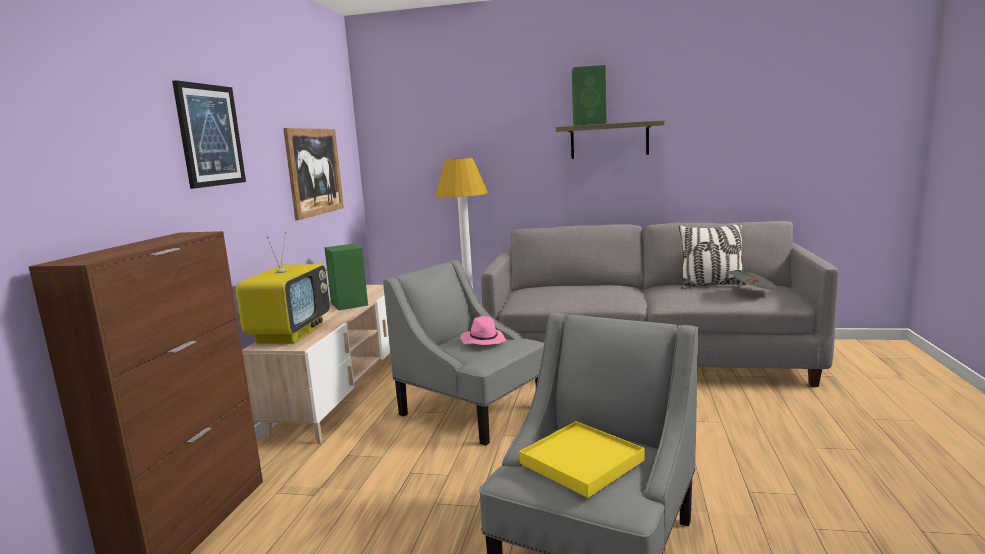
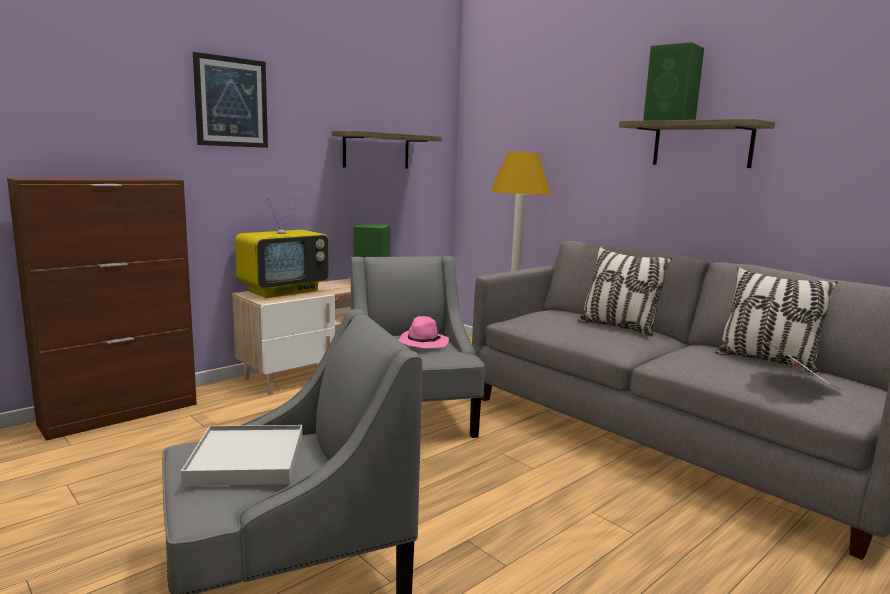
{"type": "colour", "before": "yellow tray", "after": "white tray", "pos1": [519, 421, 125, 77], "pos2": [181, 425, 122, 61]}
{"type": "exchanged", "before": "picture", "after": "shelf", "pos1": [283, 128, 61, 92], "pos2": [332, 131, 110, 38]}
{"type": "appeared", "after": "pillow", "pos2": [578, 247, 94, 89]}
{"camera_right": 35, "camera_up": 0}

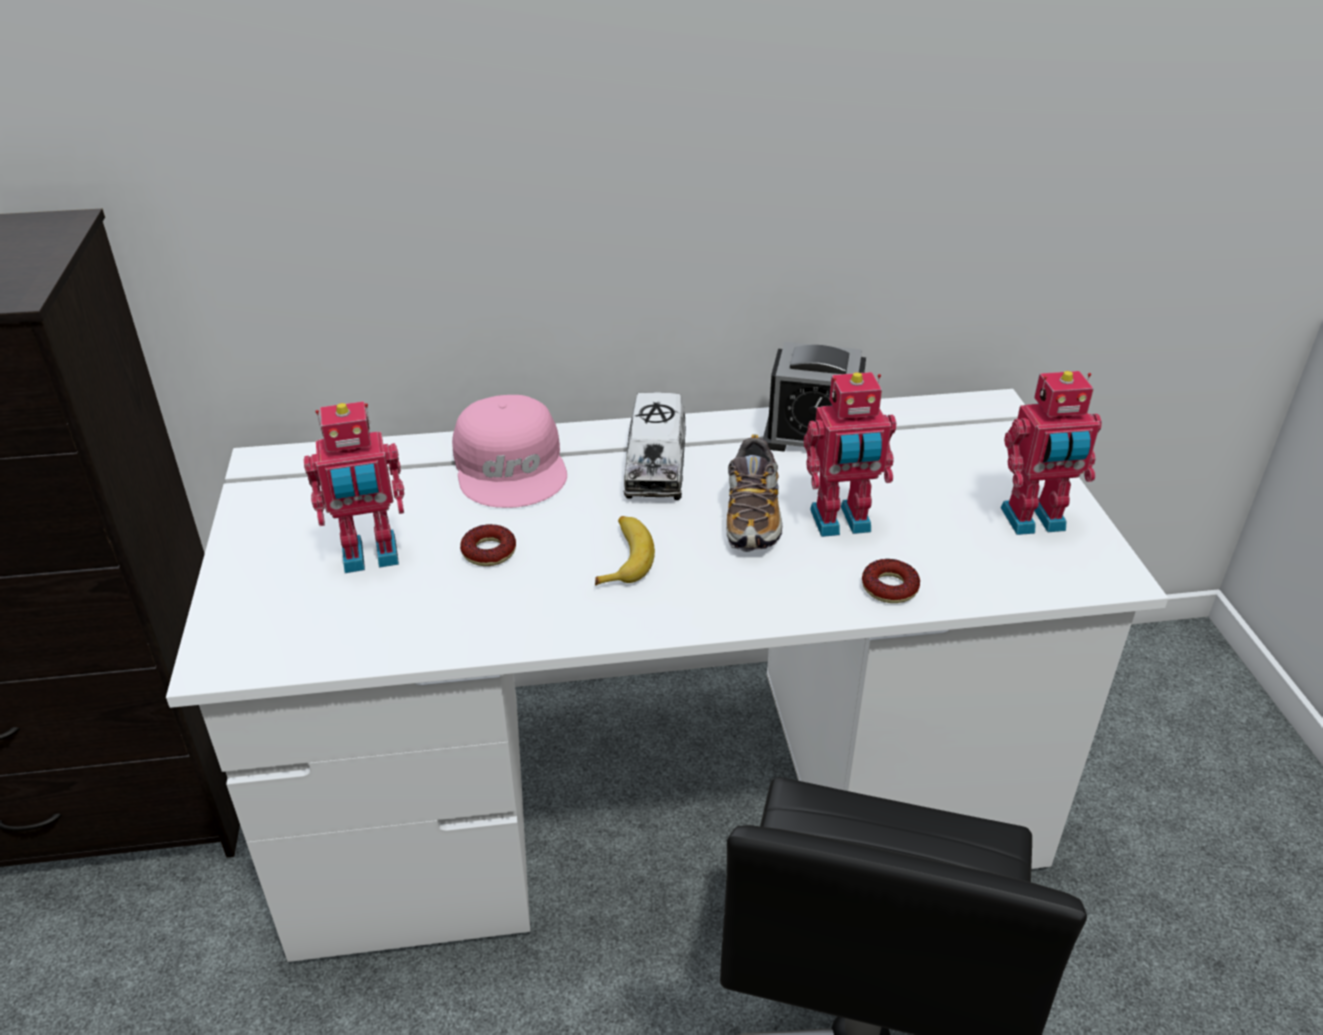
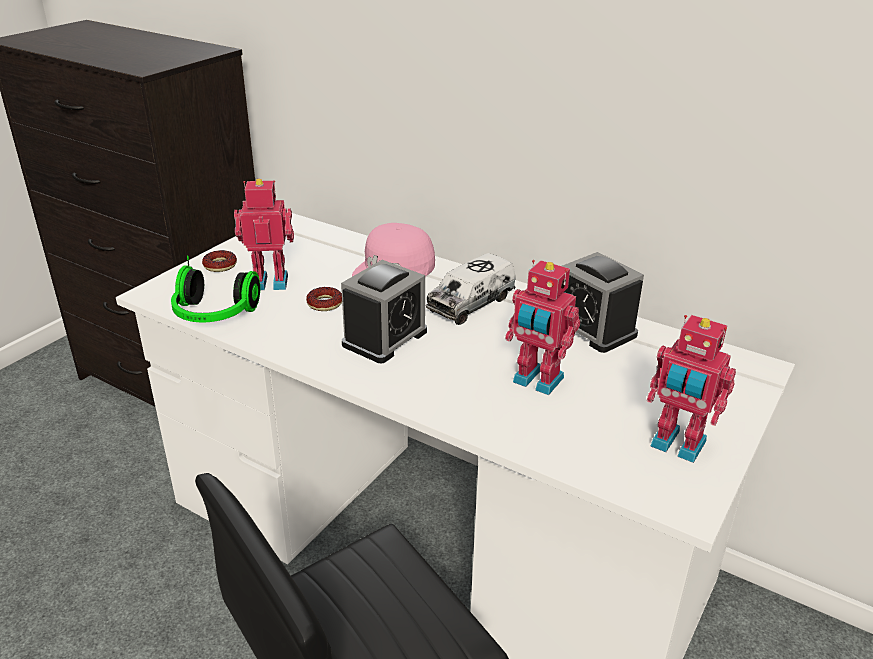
{"type": "appeared", "after": "headphones", "pos2": [171, 256, 89, 66]}
{"type": "relocated", "before": "donut", "pos1": [862, 559, 58, 44], "pos2": [202, 250, 35, 22]}
{"type": "spun", "before": "toy robot", "pos1": [304, 401, 100, 172], "pos2": [234, 179, 60, 111], "turn": 150}
{"type": "exchanged", "before": "banana", "after": "alarm clock", "pos1": [595, 516, 60, 70], "pos2": [341, 260, 86, 103]}
{"type": "missing", "before": "shoe", "pos1": [726, 434, 57, 118]}
{"camera_right": 40, "camera_up": -5}

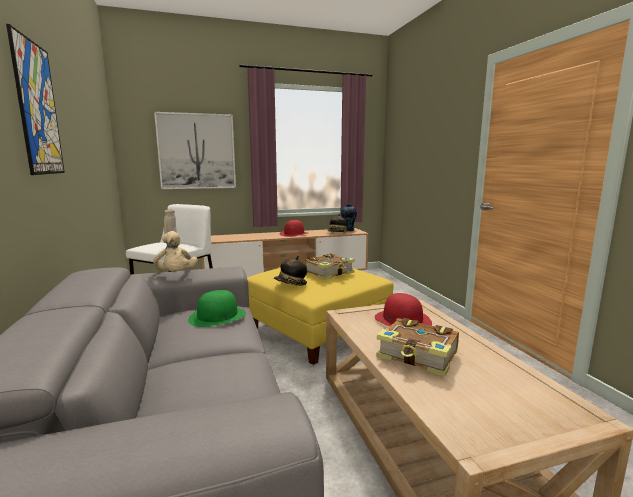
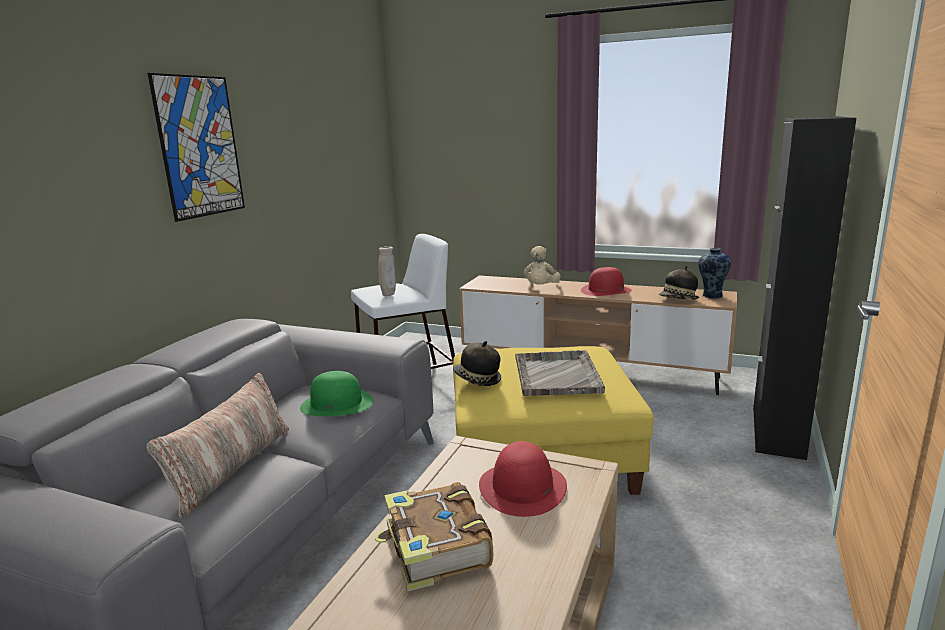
{"type": "appeared", "after": "pillow", "pos2": [147, 373, 142, 145]}
{"type": "exchanged", "before": "book", "after": "grey tray", "pos1": [304, 254, 51, 26], "pos2": [515, 350, 90, 46]}
{"type": "relocated", "before": "beige plush toy", "pos1": [153, 231, 45, 41], "pos2": [524, 246, 37, 39]}
{"type": "appeared", "after": "black cabinet", "pos2": [753, 116, 103, 344]}
{"type": "missing", "before": "picture", "pos1": [154, 112, 82, 77]}
{"camera_right": 40, "camera_up": 5}

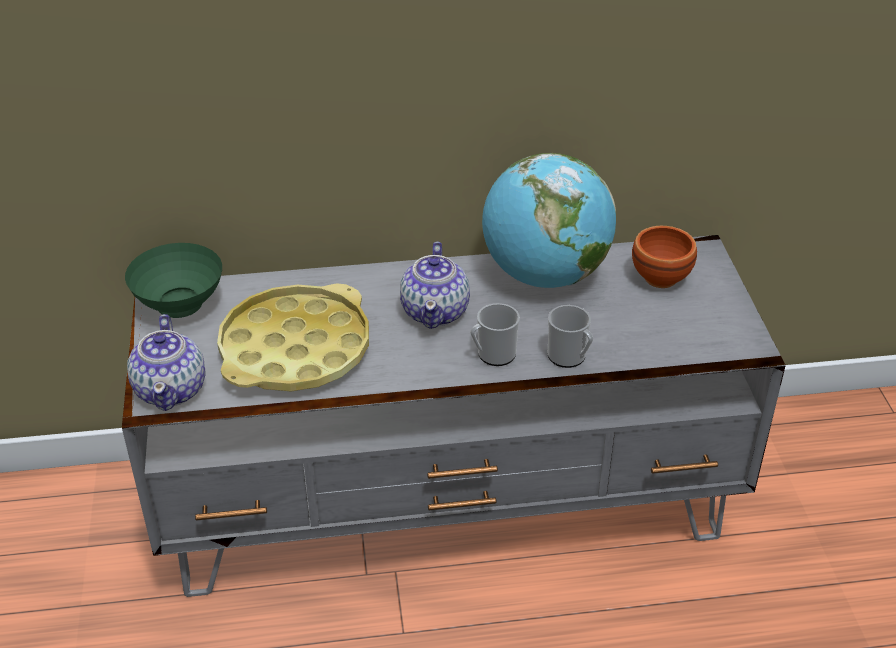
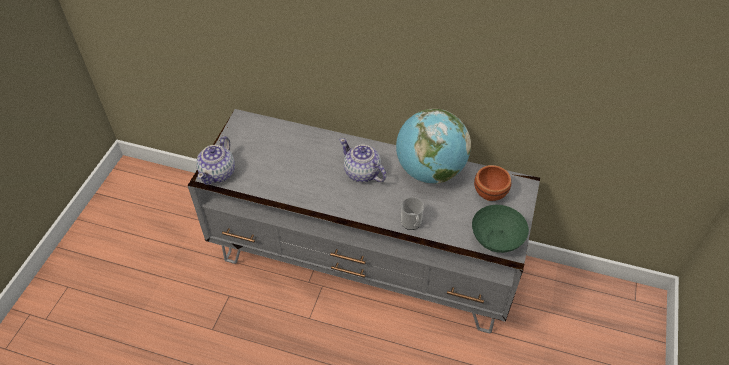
{"type": "spun", "before": "teapot", "pos1": [400, 242, 70, 87], "pos2": [340, 138, 47, 44], "turn": 105}
{"type": "relocated", "before": "green bowl", "pos1": [125, 243, 97, 75], "pos2": [472, 205, 57, 48]}
{"type": "missing", "before": "yellow tray", "pos1": [217, 283, 152, 108]}
{"type": "missing", "before": "mug", "pos1": [470, 303, 50, 63]}
{"camera_right": 25, "camera_up": 10}

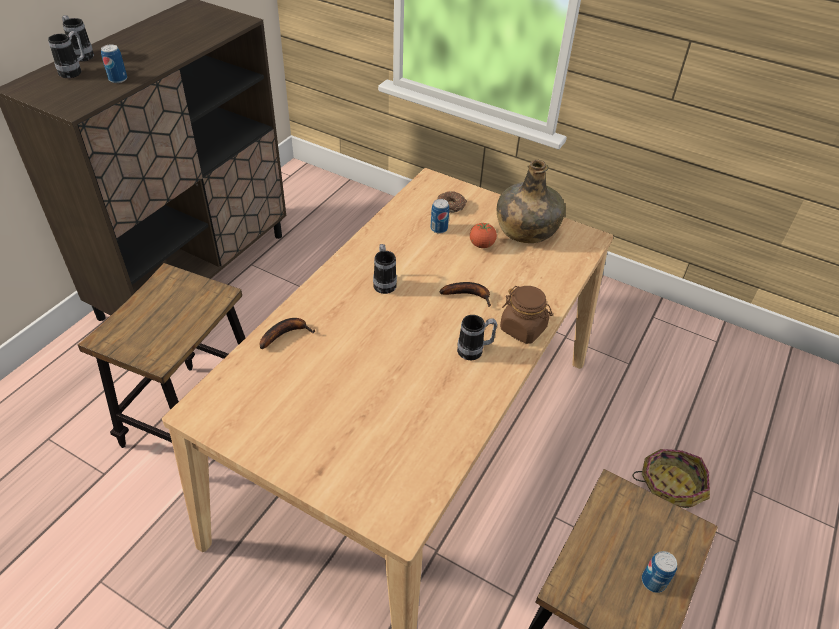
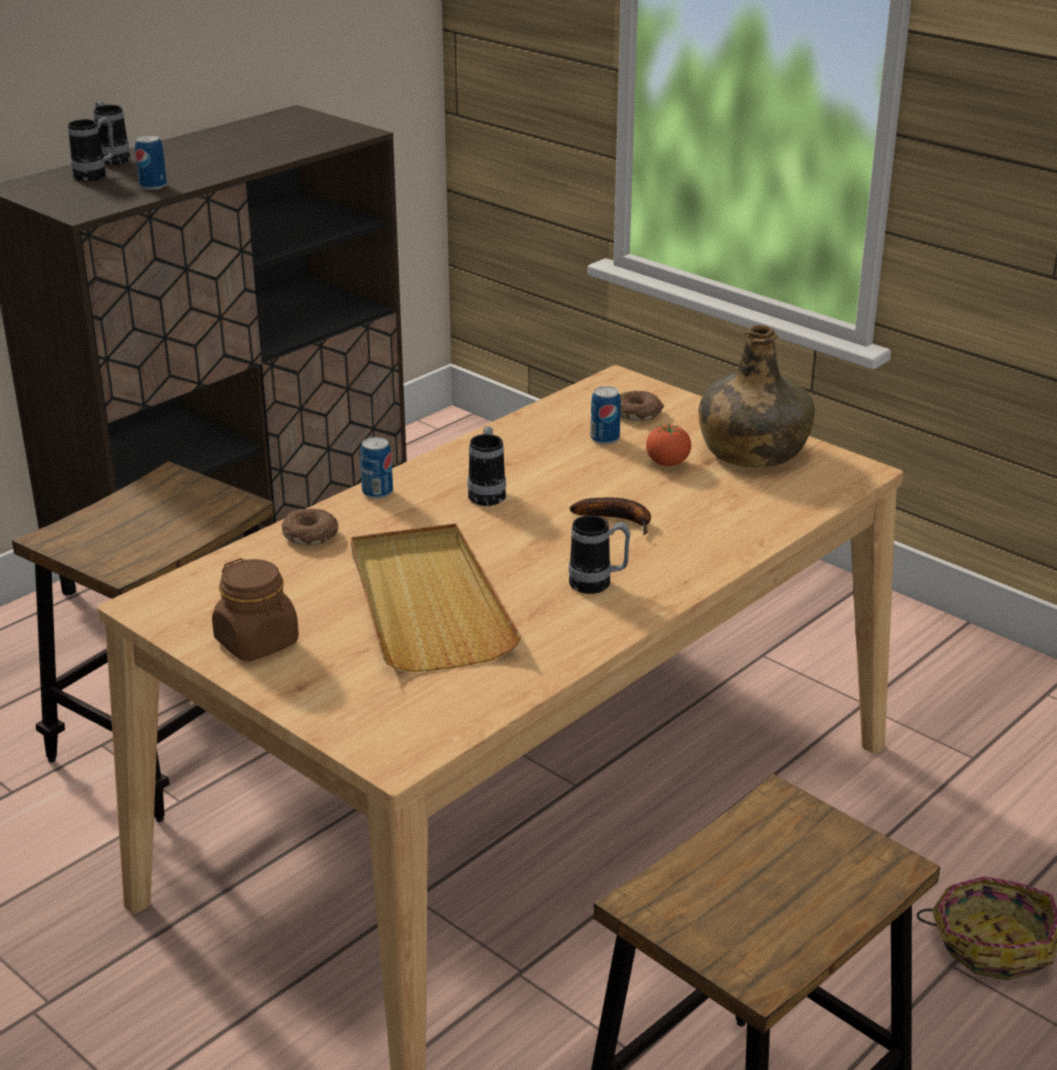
{"type": "relocated", "before": "brown jar", "pos1": [500, 286, 53, 58], "pos2": [212, 558, 87, 103]}
{"type": "exchanged", "before": "banana", "after": "donut", "pos1": [260, 318, 55, 31], "pos2": [282, 508, 56, 38]}
{"type": "appeared", "after": "beige tray", "pos2": [351, 523, 170, 149]}
{"type": "relocated", "before": "can", "pos1": [642, 551, 35, 42], "pos2": [360, 437, 33, 62]}
{"camera_right": 15, "camera_up": -15}

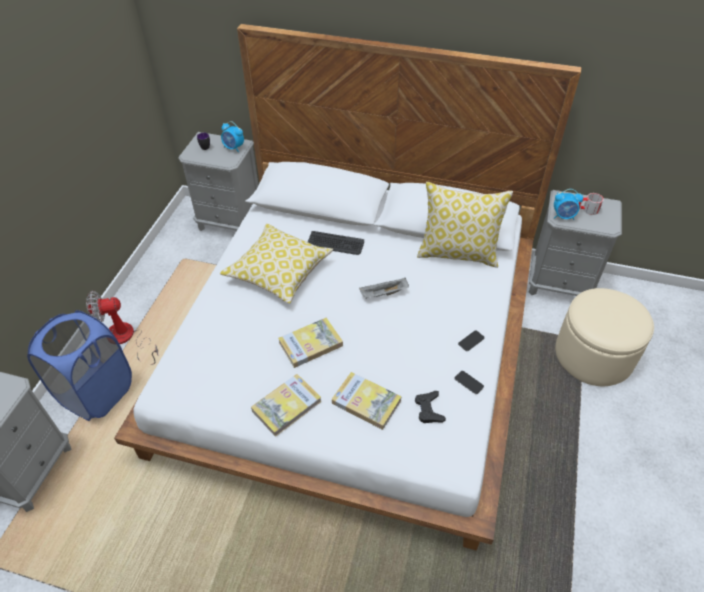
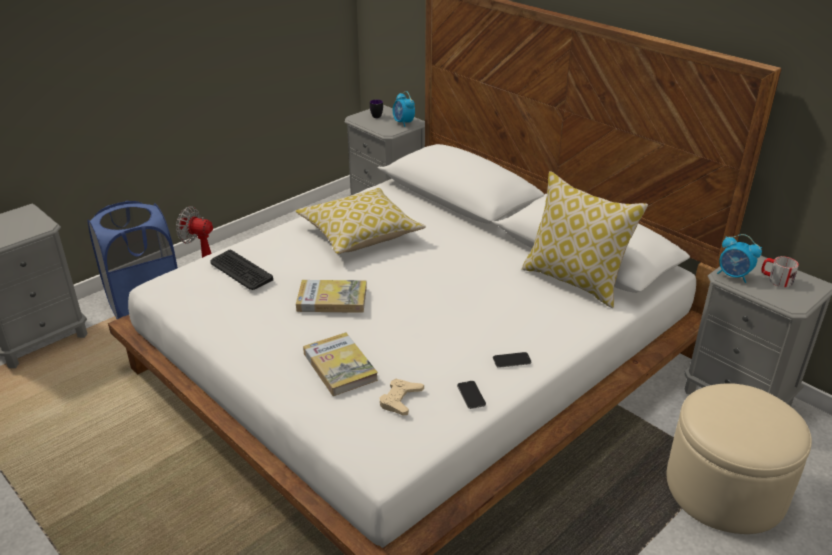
{"type": "relocated", "before": "keyboard", "pos1": [308, 231, 56, 24], "pos2": [210, 250, 63, 40]}
{"type": "colour", "before": "black game controller", "after": "beige game controller", "pos1": [415, 391, 31, 32], "pos2": [380, 379, 44, 36]}
{"type": "missing", "before": "book", "pos1": [251, 374, 71, 63]}
{"type": "missing", "before": "grey tray", "pos1": [359, 277, 50, 22]}
{"camera_right": 30, "camera_up": -15}

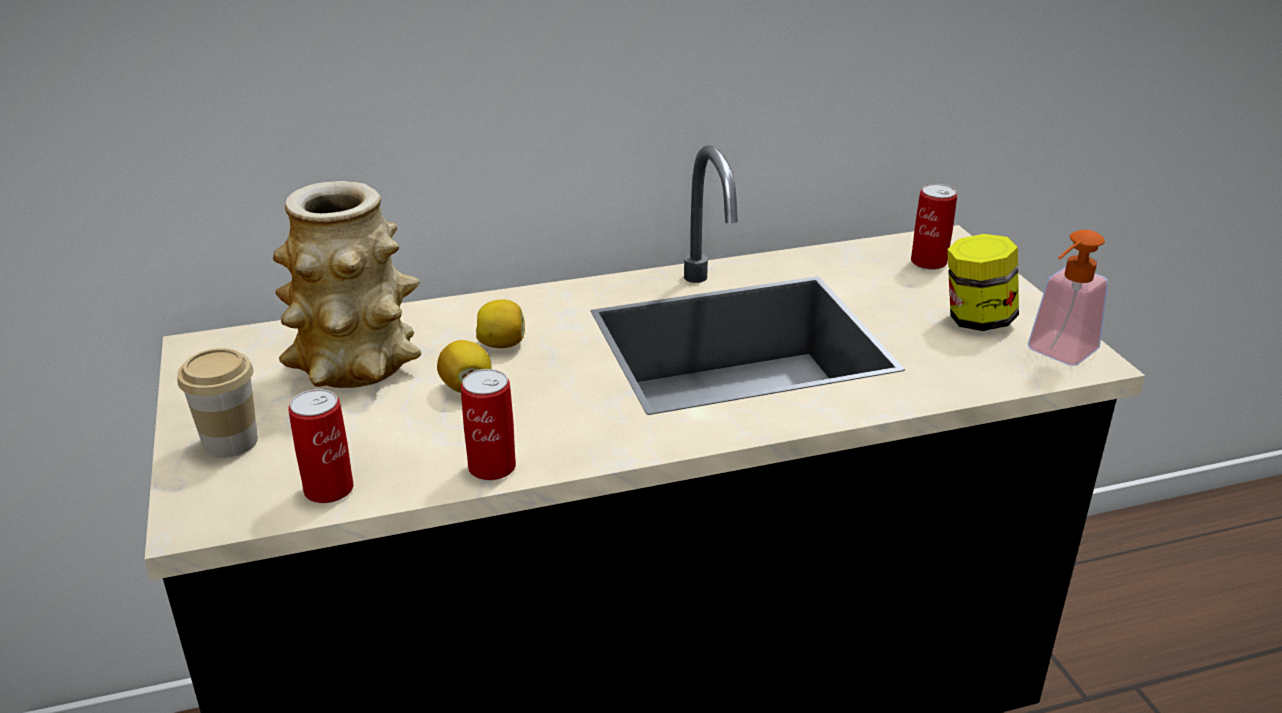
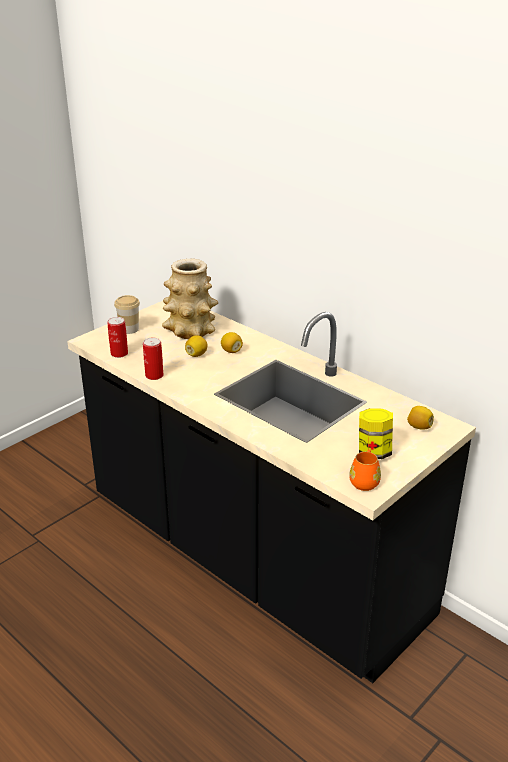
{"type": "exchanged", "before": "soap dispenser", "after": "orange mug", "pos1": [1028, 230, 80, 136], "pos2": [349, 450, 32, 41]}
{"type": "exchanged", "before": "can", "after": "lemon", "pos1": [911, 184, 46, 86], "pos2": [407, 406, 27, 24]}
{"camera_right": 60, "camera_up": 0}

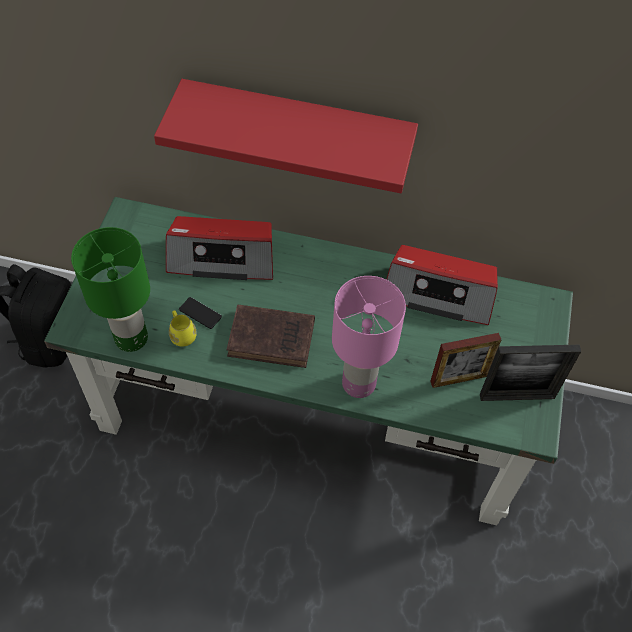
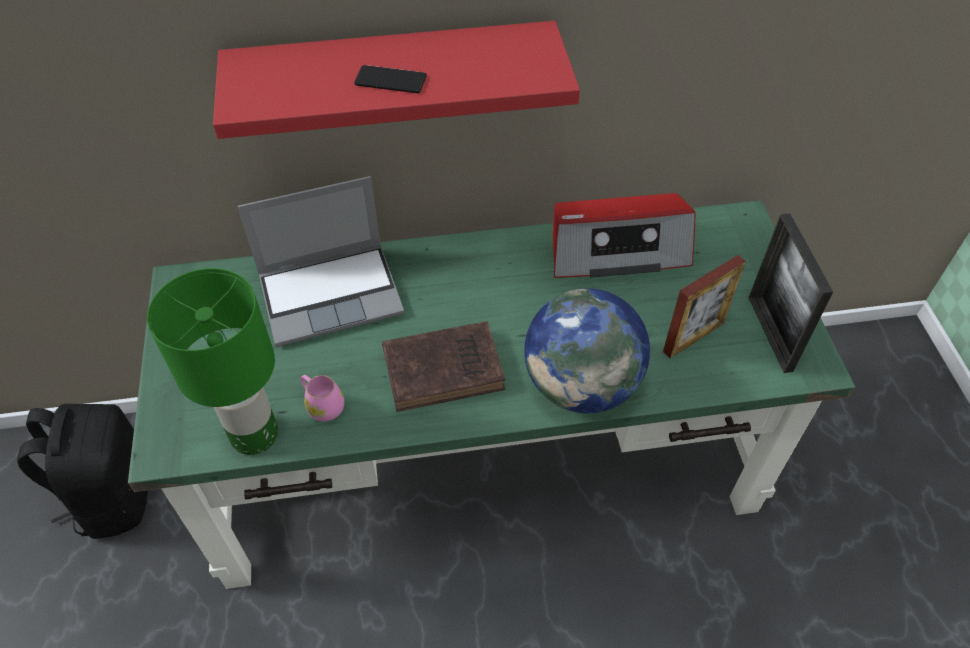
{"type": "exchanged", "before": "radio", "after": "laptop", "pos1": [166, 216, 107, 64], "pos2": [237, 176, 167, 171]}
{"type": "colour", "before": "yellow mug", "after": "pink mug", "pos1": [169, 310, 28, 37], "pos2": [301, 375, 43, 46]}
{"type": "relocated", "before": "phone", "pos1": [179, 297, 43, 32], "pos2": [354, 65, 73, 28]}
{"type": "exchanged", "before": "pink table lamp", "after": "globe", "pos1": [332, 276, 74, 122], "pos2": [524, 288, 126, 125]}
{"type": "spun", "before": "picture frame", "pos1": [480, 345, 101, 56], "pos2": [749, 213, 84, 160], "turn": 105}
{"camera_right": -20, "camera_up": -5}

